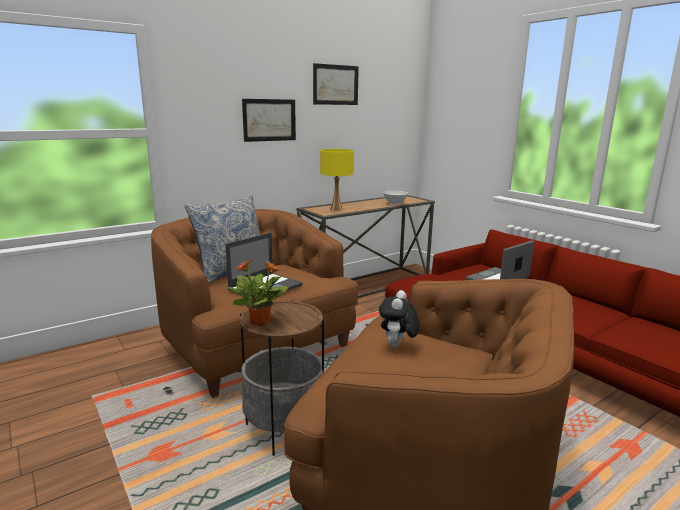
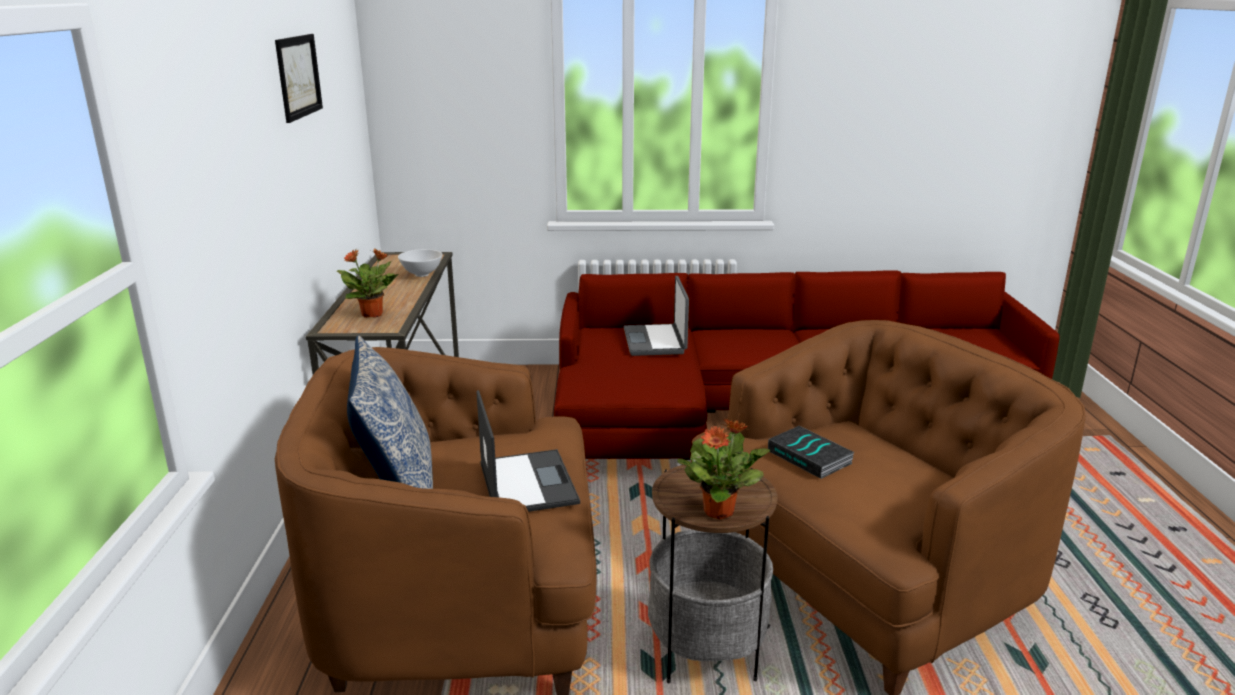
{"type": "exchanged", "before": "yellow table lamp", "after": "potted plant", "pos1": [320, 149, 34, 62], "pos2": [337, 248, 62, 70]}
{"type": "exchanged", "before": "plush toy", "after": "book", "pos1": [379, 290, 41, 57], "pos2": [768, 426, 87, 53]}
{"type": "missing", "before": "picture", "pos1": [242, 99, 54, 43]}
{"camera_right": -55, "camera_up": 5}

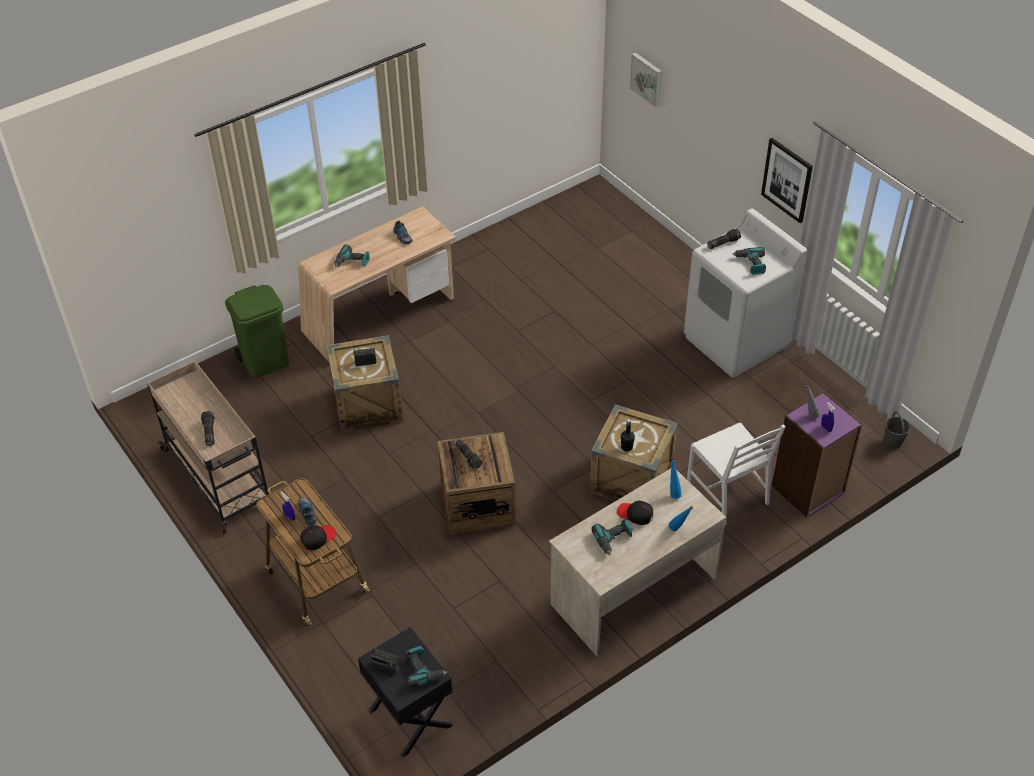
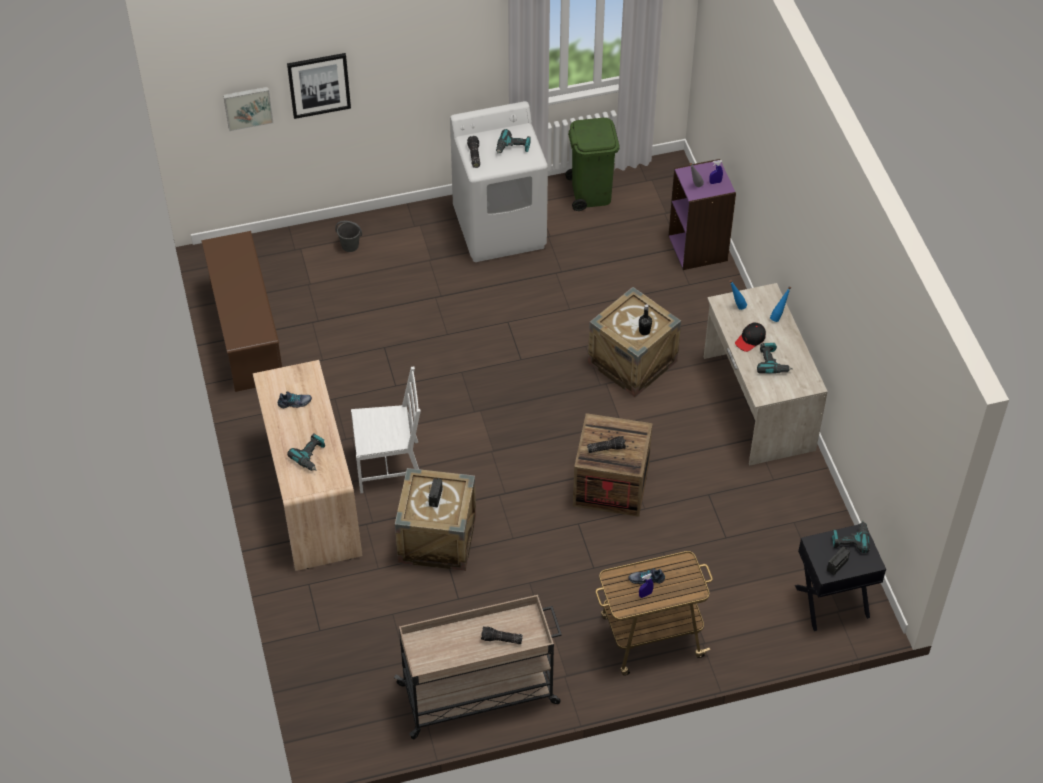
{"type": "appeared", "after": "brown shoe rack", "pos2": [201, 231, 81, 161]}
{"type": "relocated", "before": "picture", "pos1": [761, 138, 52, 85], "pos2": [287, 53, 64, 66]}
{"type": "relocated", "before": "grey bucket", "pos1": [885, 411, 26, 37], "pos2": [335, 221, 27, 31]}
{"type": "relocated", "before": "white chair", "pos1": [687, 422, 99, 103], "pos2": [351, 367, 70, 126]}
{"type": "relocated", "before": "green trash can", "pos1": [225, 285, 64, 93], "pos2": [565, 118, 55, 93]}
{"type": "missing", "before": "black cap", "pos1": [300, 525, 36, 25]}
{"camera_right": -70, "camera_up": 5}

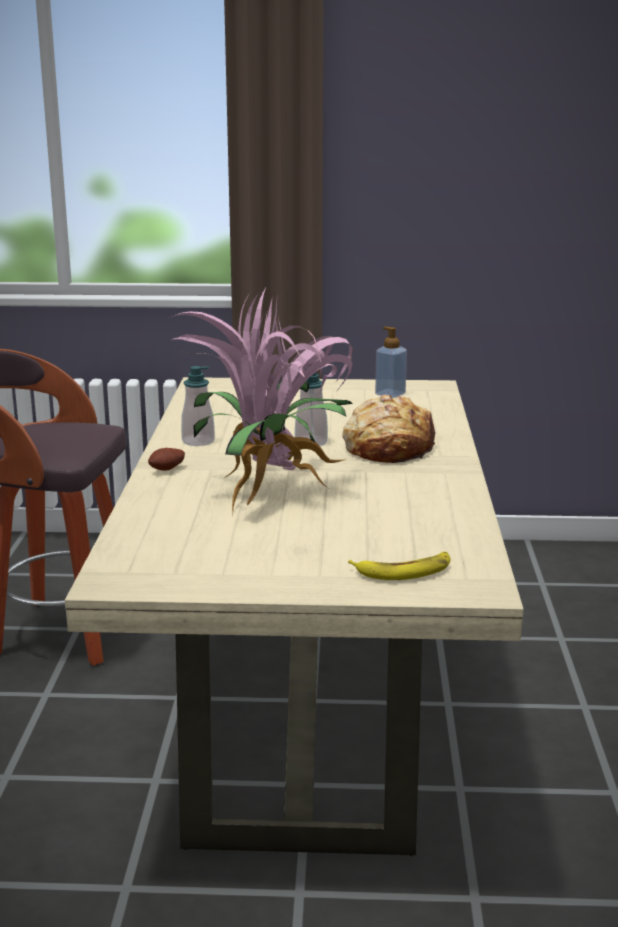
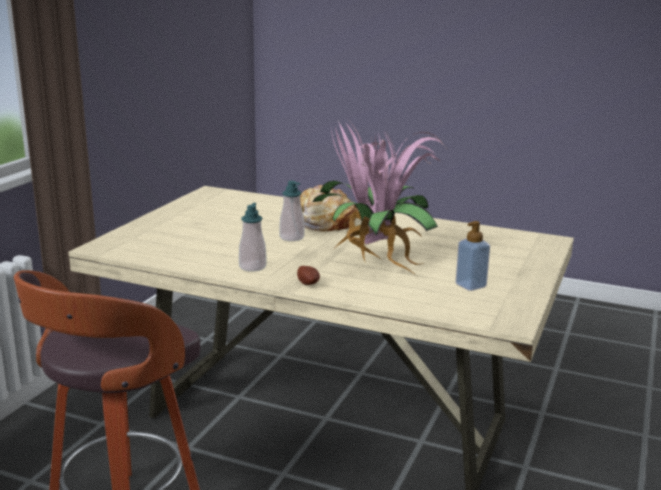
{"type": "relocated", "before": "soap dispenser", "pos1": [375, 327, 32, 71], "pos2": [455, 221, 35, 70]}
{"type": "missing", "before": "banana", "pos1": [348, 552, 102, 28]}
{"camera_right": -70, "camera_up": 0}

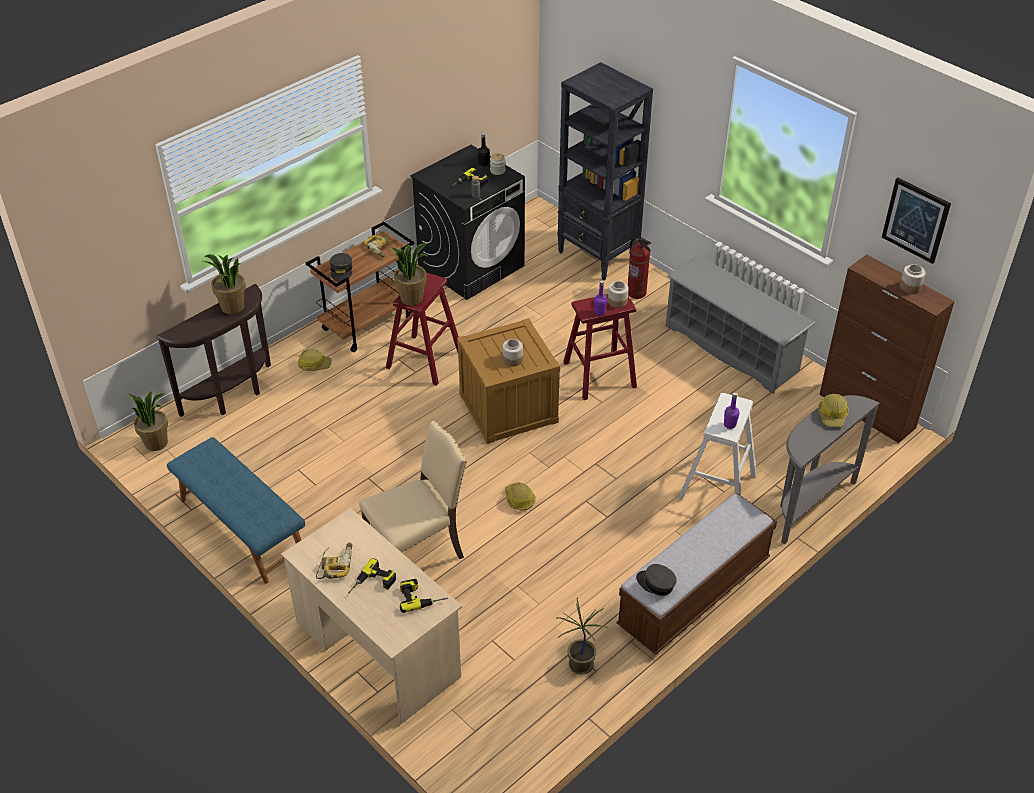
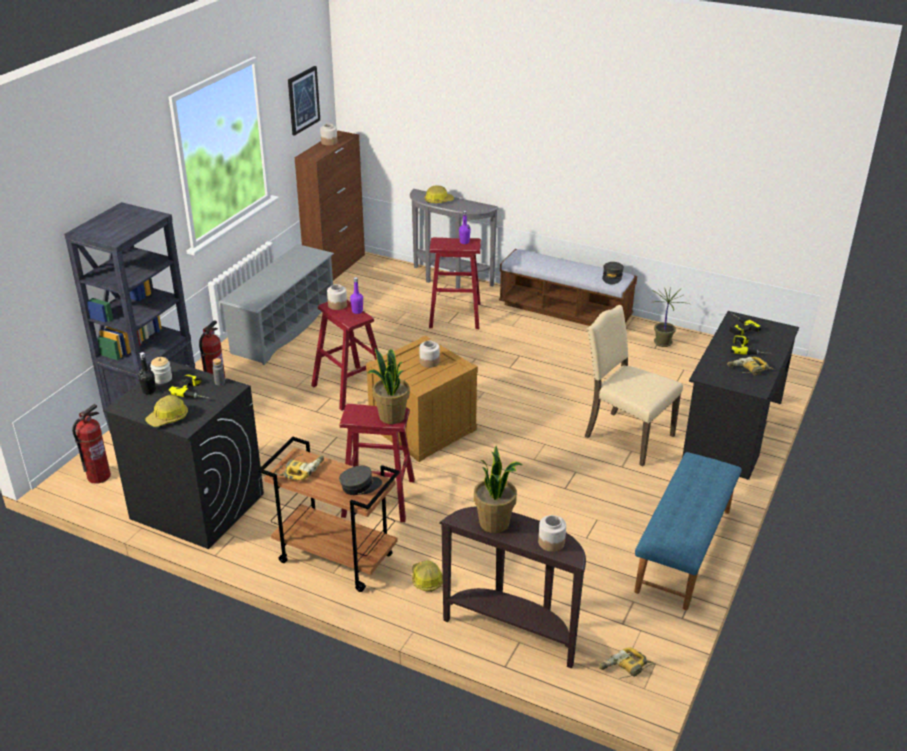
{"type": "appeared", "after": "fire extinguisher", "pos2": [72, 404, 39, 80]}
{"type": "relocated", "before": "hard hat", "pos1": [505, 482, 31, 28], "pos2": [145, 395, 43, 32]}
{"type": "colour", "before": "white stool", "after": "red stool", "pos1": [678, 393, 79, 107], "pos2": [429, 237, 52, 92]}
{"type": "appeared", "after": "jar", "pos2": [538, 515, 28, 37]}
{"type": "exchanged", "before": "potted plant", "after": "power drill", "pos1": [129, 391, 39, 60], "pos2": [599, 647, 56, 32]}
{"type": "colour", "before": "beige desk", "after": "black desk", "pos1": [281, 508, 181, 216], "pos2": [682, 311, 117, 169]}
{"camera_right": -110, "camera_up": -10}

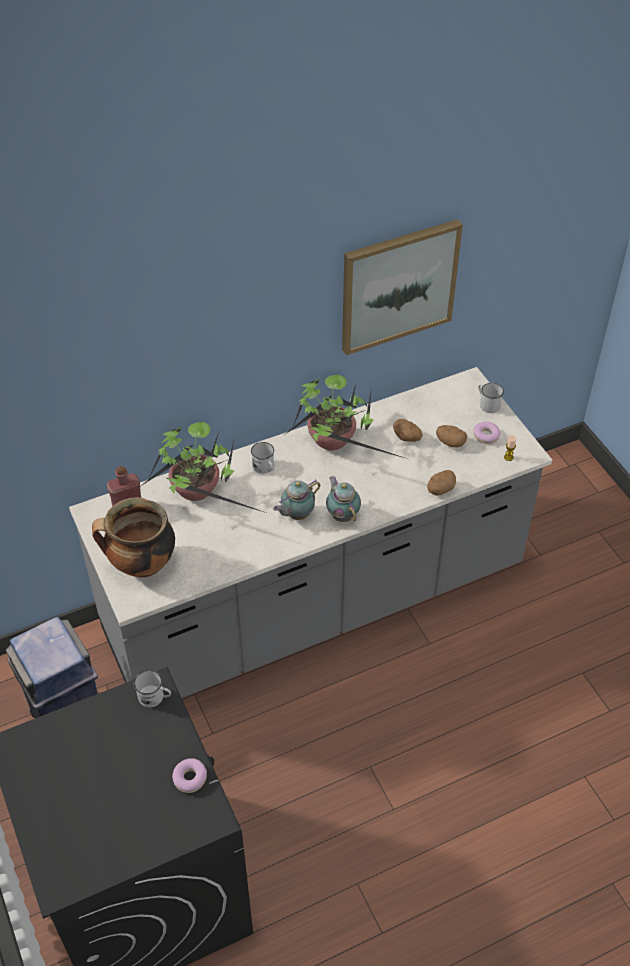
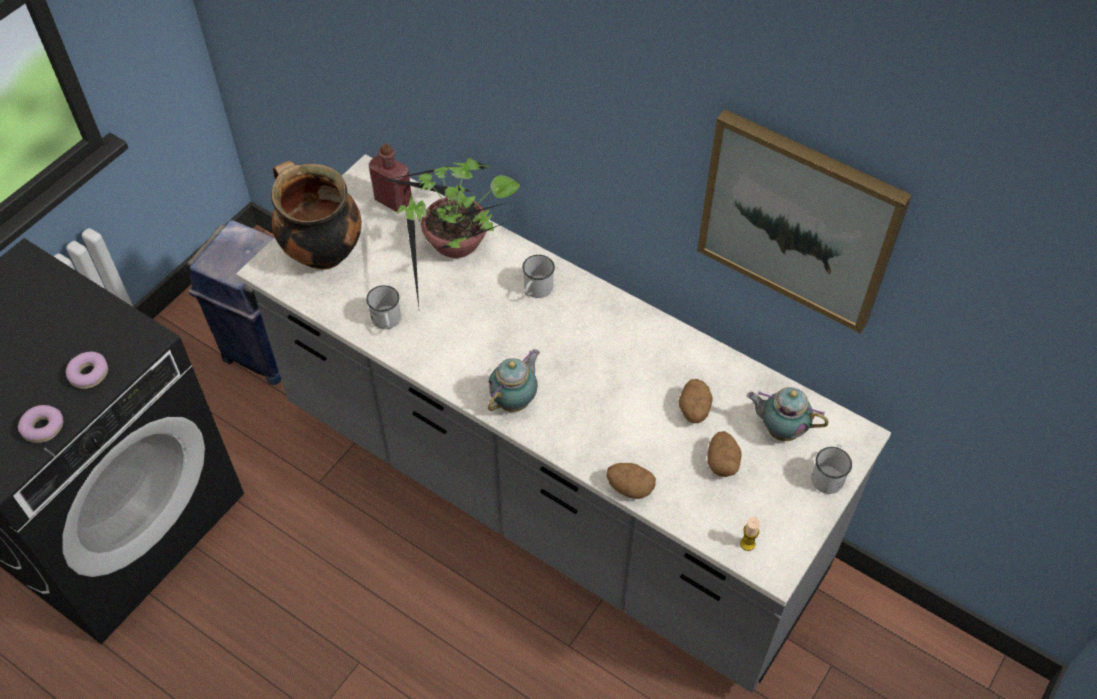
{"type": "relocated", "before": "donut", "pos1": [473, 422, 28, 22], "pos2": [66, 352, 42, 37]}
{"type": "relocated", "before": "white mug", "pos1": [134, 670, 37, 37], "pos2": [366, 285, 35, 44]}
{"type": "relocated", "before": "teapot", "pos1": [273, 479, 47, 41], "pos2": [747, 387, 81, 54]}
{"type": "missing", "before": "potted plant", "pos1": [286, 375, 121, 84]}
{"camera_right": 60, "camera_up": 5}

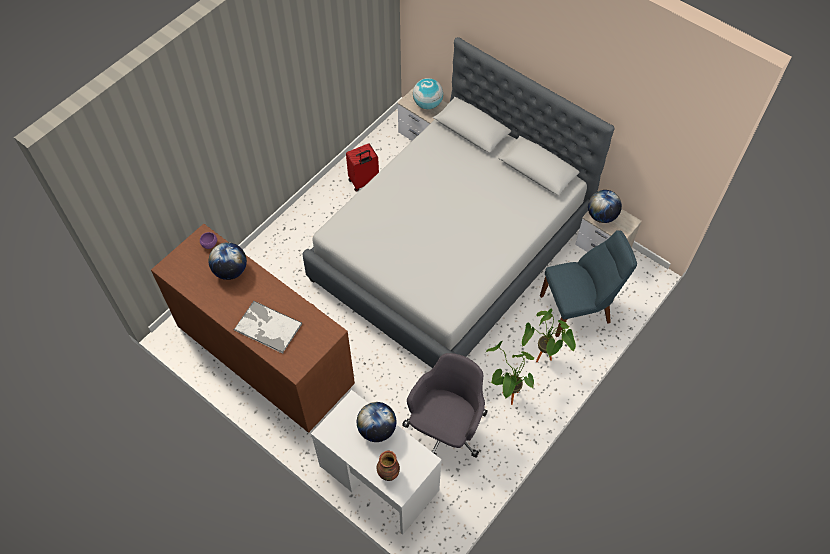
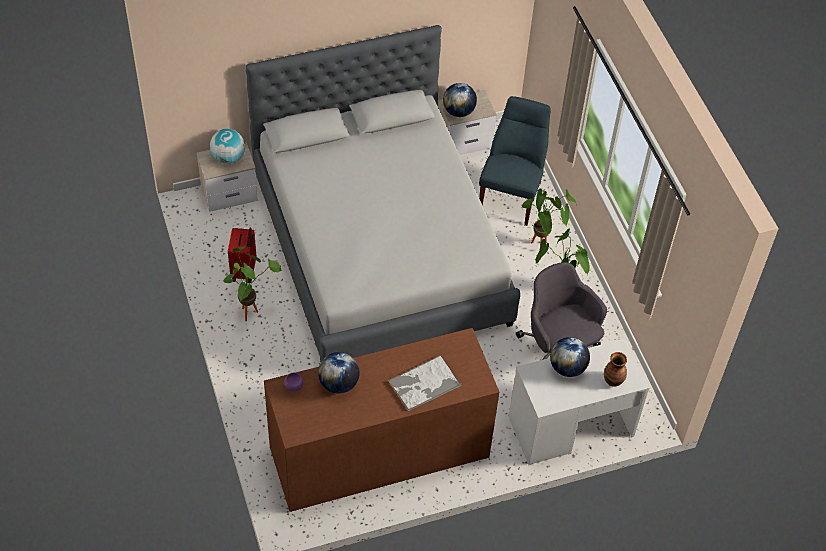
{"type": "appeared", "after": "potted plant", "pos2": [223, 246, 59, 75]}
{"camera_right": -60, "camera_up": -5}

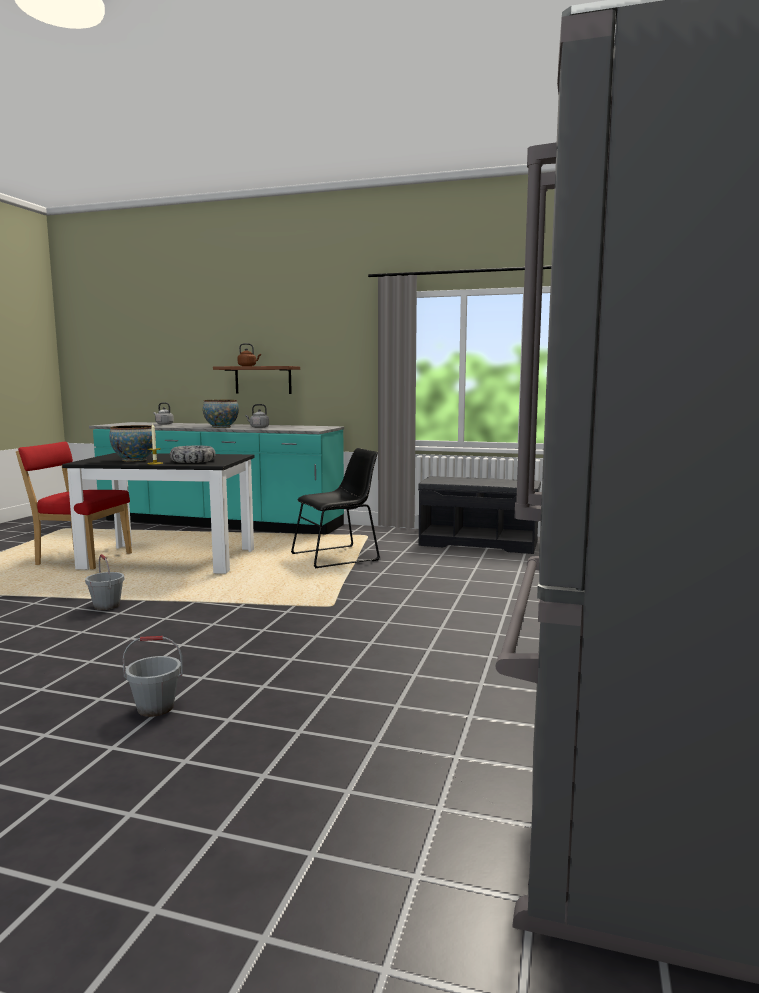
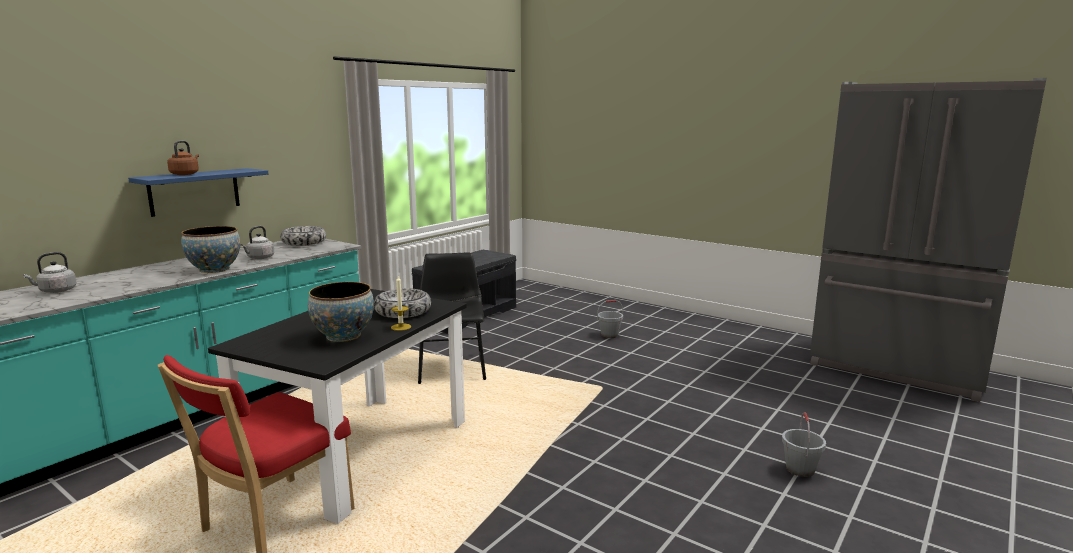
{"type": "colour", "before": "brown shelf", "after": "blue shelf", "pos1": [213, 366, 87, 28], "pos2": [128, 168, 141, 49]}
{"type": "appeared", "after": "bowl", "pos2": [280, 226, 46, 20]}
{"type": "relocated", "before": "grey bucket", "pos1": [85, 554, 39, 56], "pos2": [597, 300, 26, 38]}
{"camera_right": -70, "camera_up": 5}

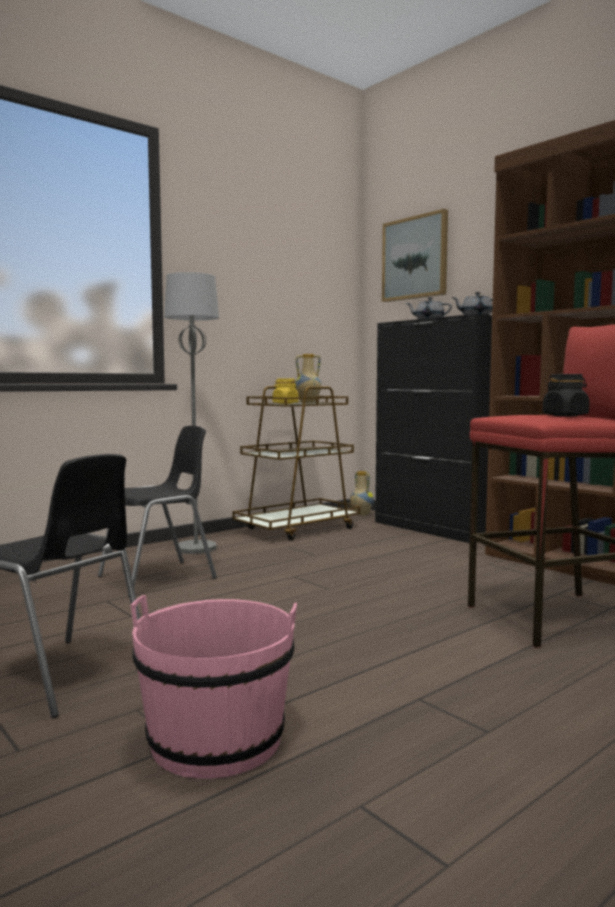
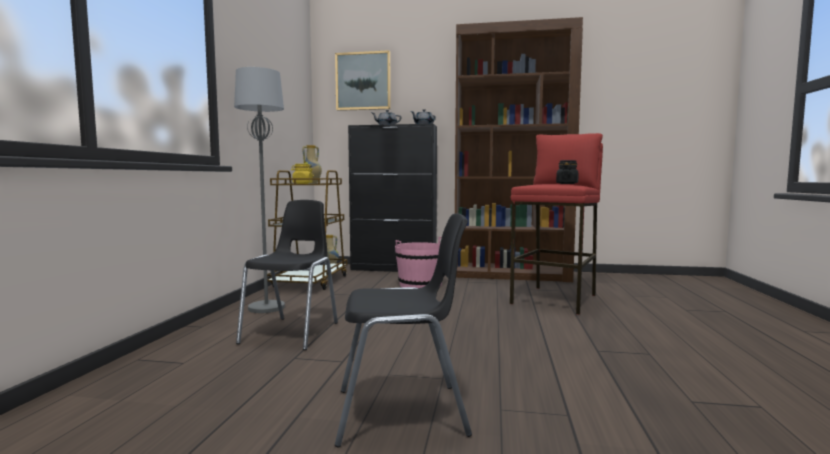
{"type": "relocated", "before": "pink bucket", "pos1": [130, 595, 167, 184], "pos2": [395, 237, 48, 51]}
{"camera_right": -40, "camera_up": 0}

